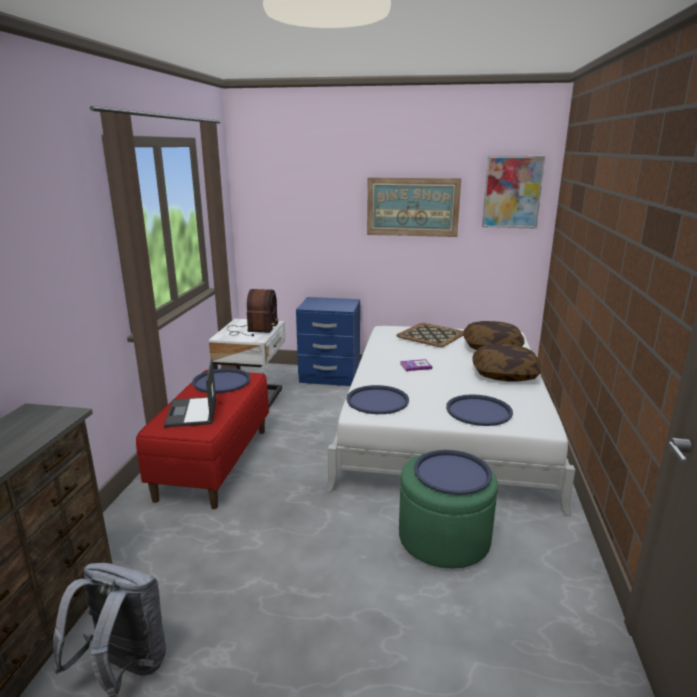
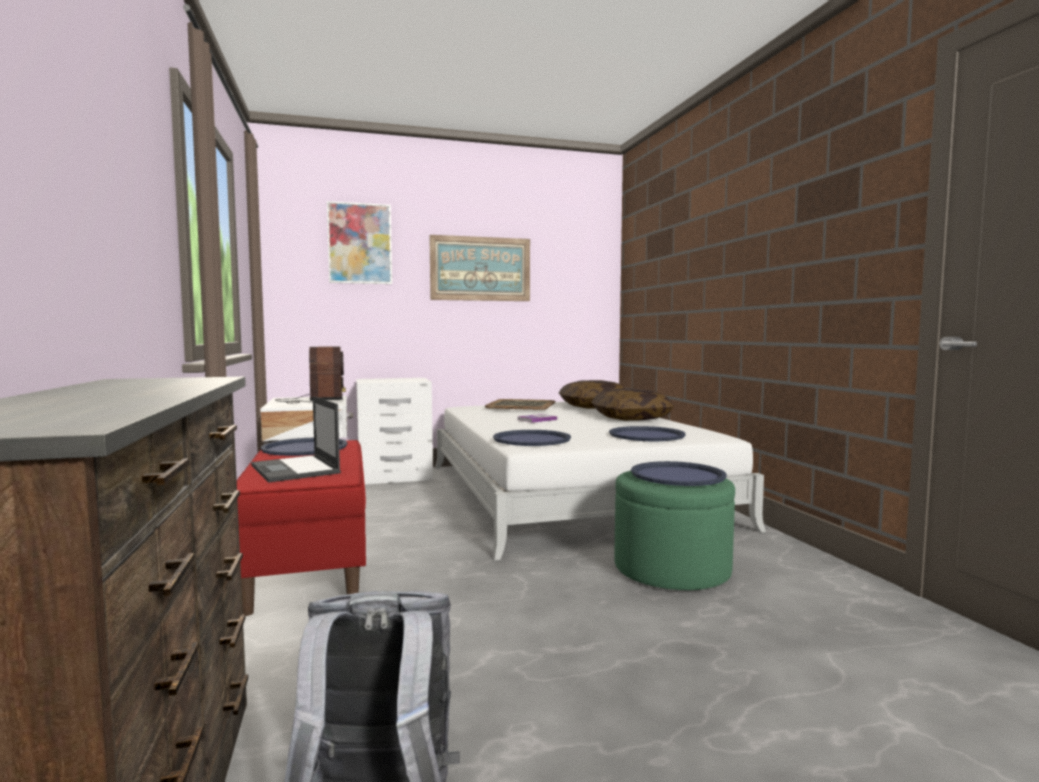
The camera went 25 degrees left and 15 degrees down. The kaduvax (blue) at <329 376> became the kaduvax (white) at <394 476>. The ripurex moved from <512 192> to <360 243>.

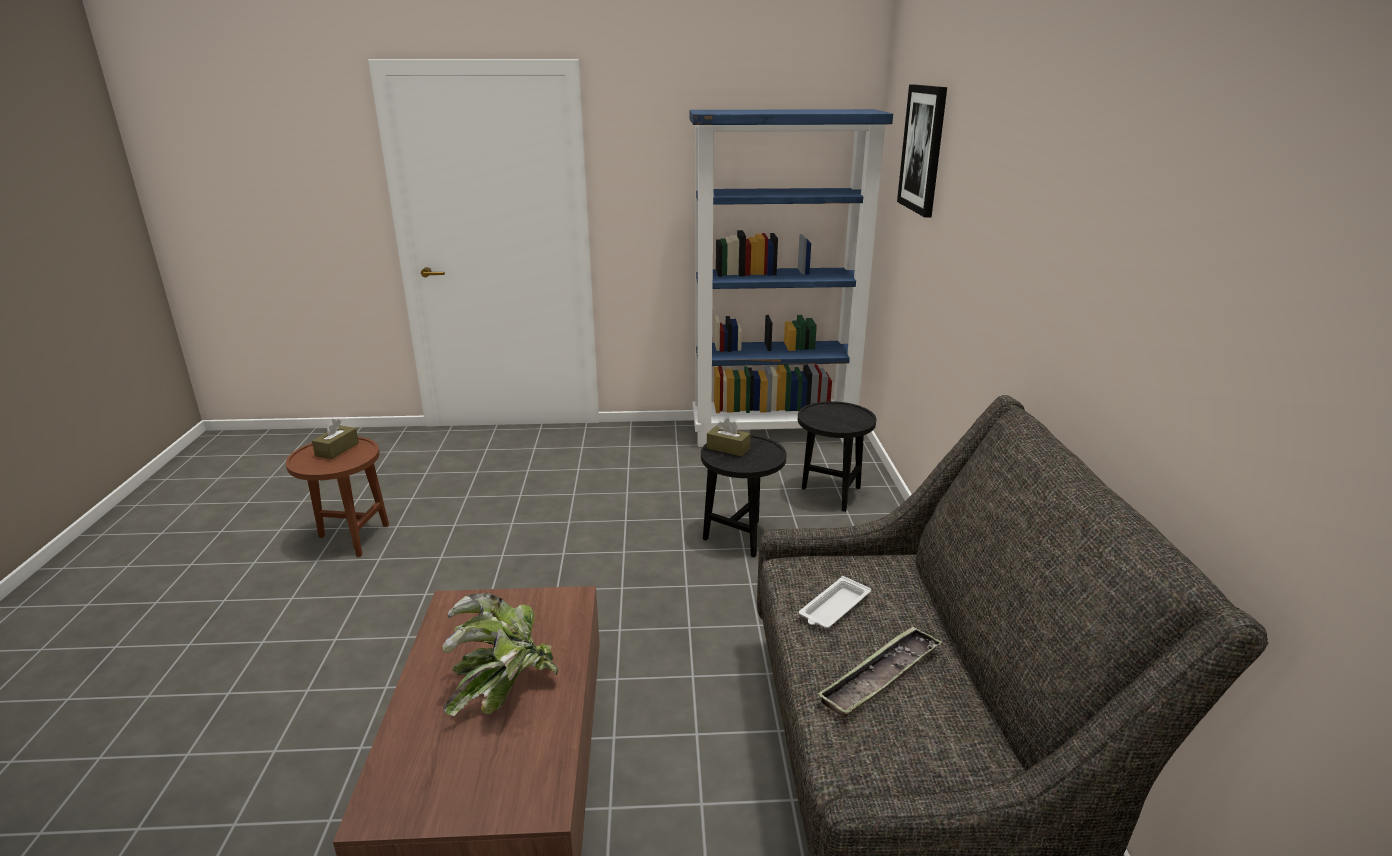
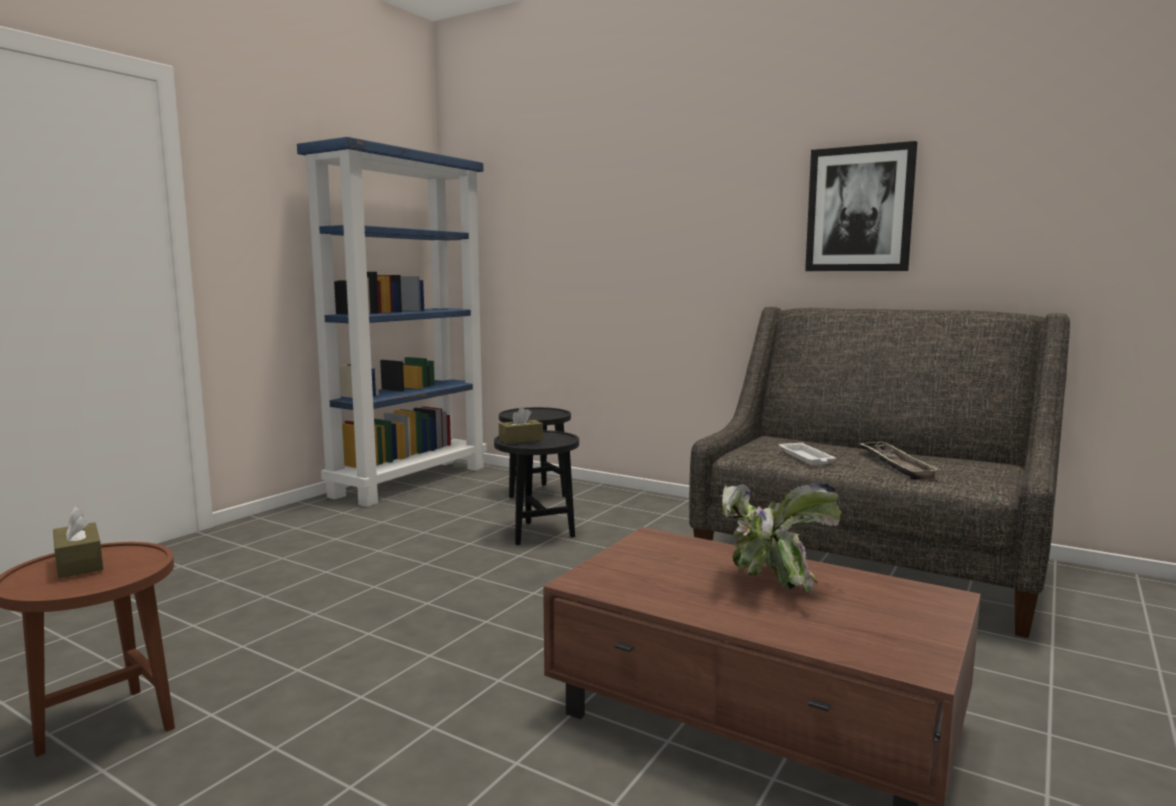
The camera went 55 degrees left and 15 degrees down. The ripurex moved from <923 149> to <859 209>.

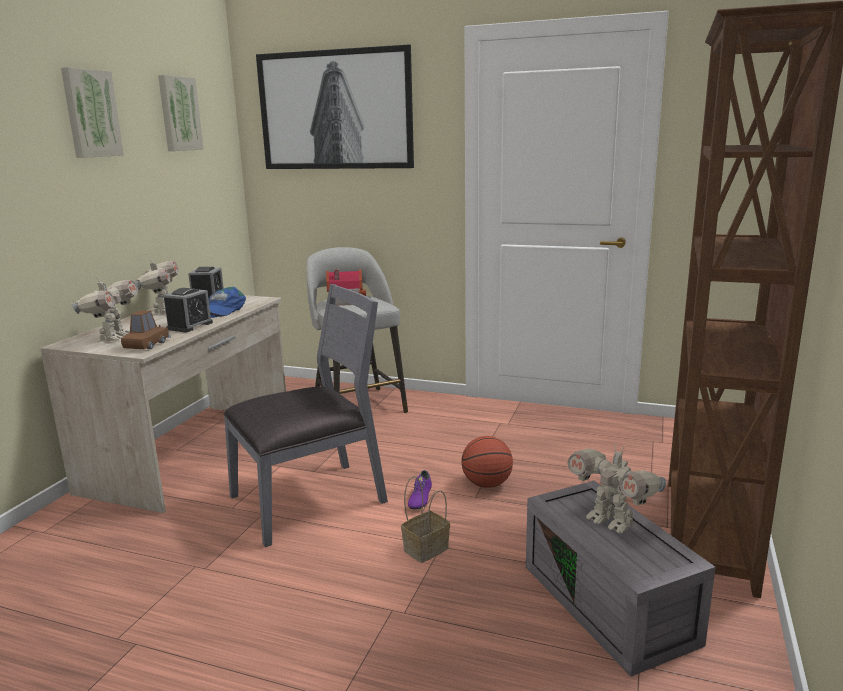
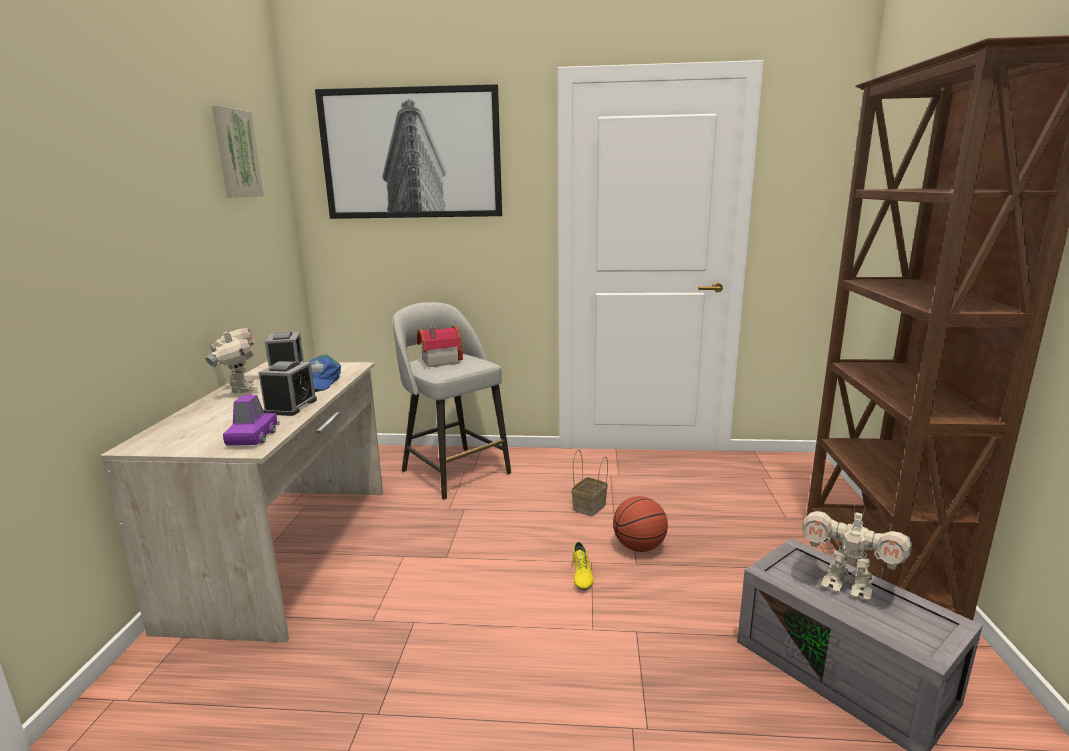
The camera went 15 degrees left and 0 degrees up. The ripurex at <90 113> disappeared. The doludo at <113 337> disappeared. The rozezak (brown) at <147 345> became the rozezak (purple) at <253 437>. The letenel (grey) at <310 500> disappeared. The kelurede moved from <425 550> to <589 507>. The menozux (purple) at <420 499> became the menozux (yellow) at <581 575>.

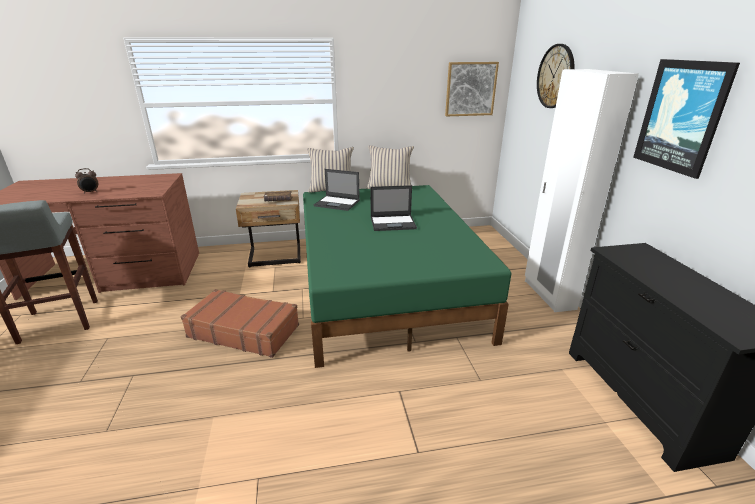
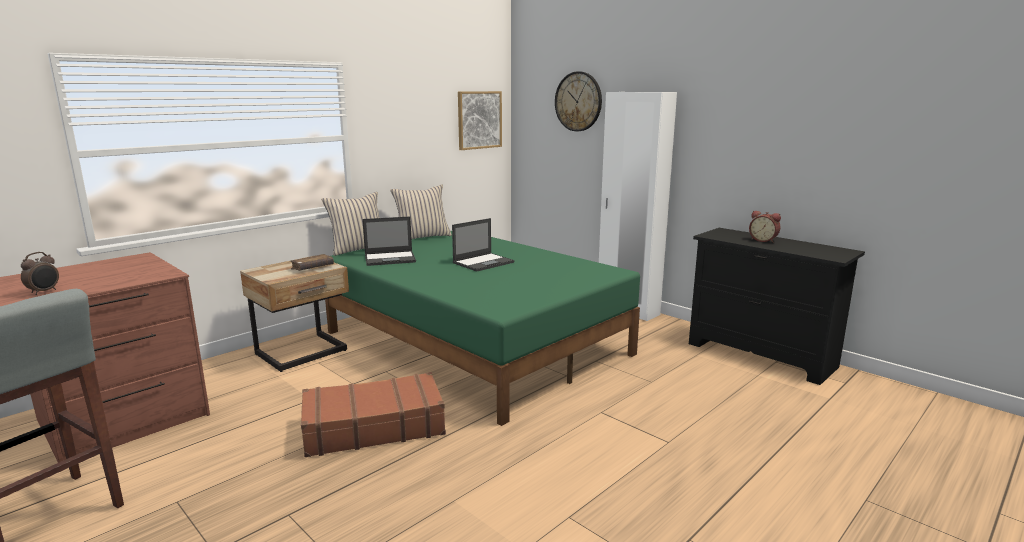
The camera went 35 degrees left and 10 degrees down. The ripurex at <681 116> disappeared. The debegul at <763 240> appeared.

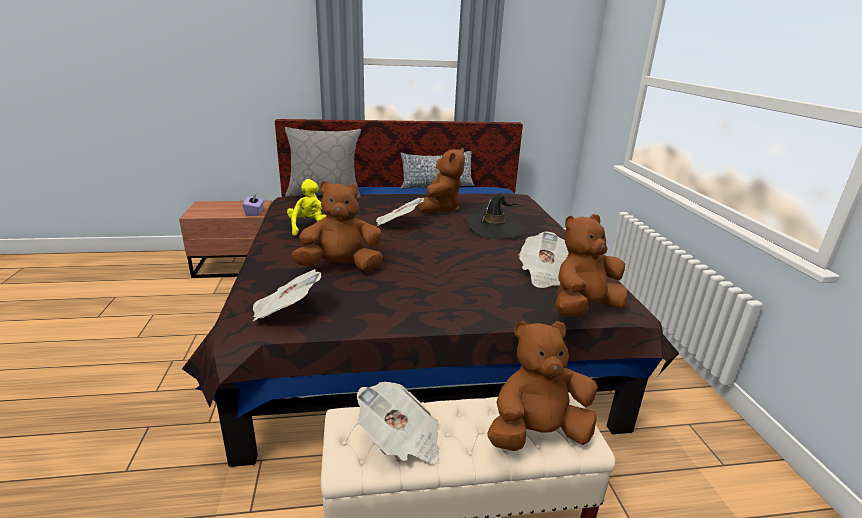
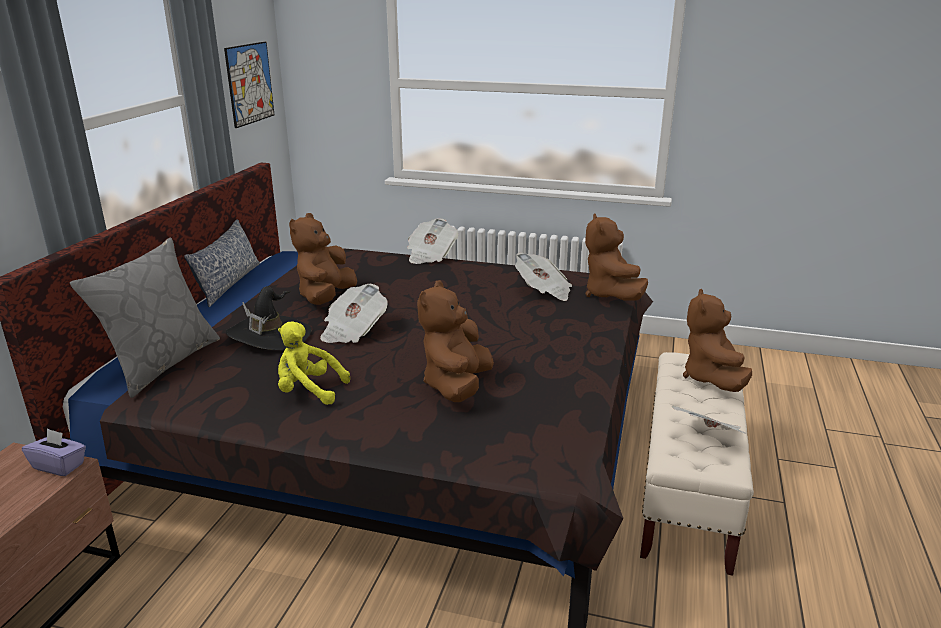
The camera went 65 degrees left and 0 degrees up. The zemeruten moved from <285 311> to <430 255>. The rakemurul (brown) at <440 208> turned 120 degrees counterclockwise. The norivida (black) moved from <495 229> to <270 336>. The ripurex at <250 83> appeared.

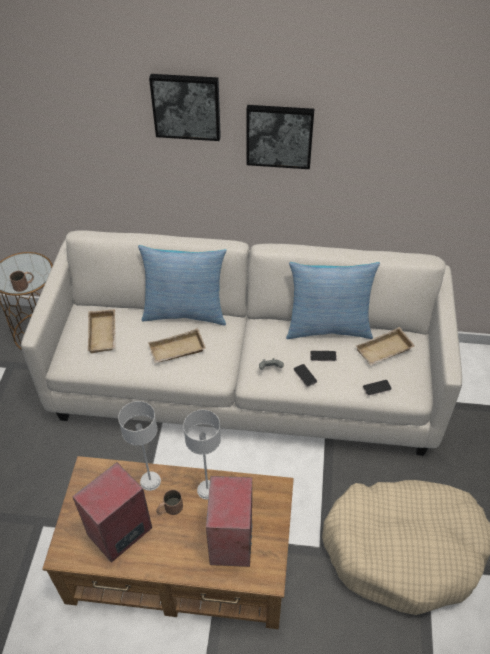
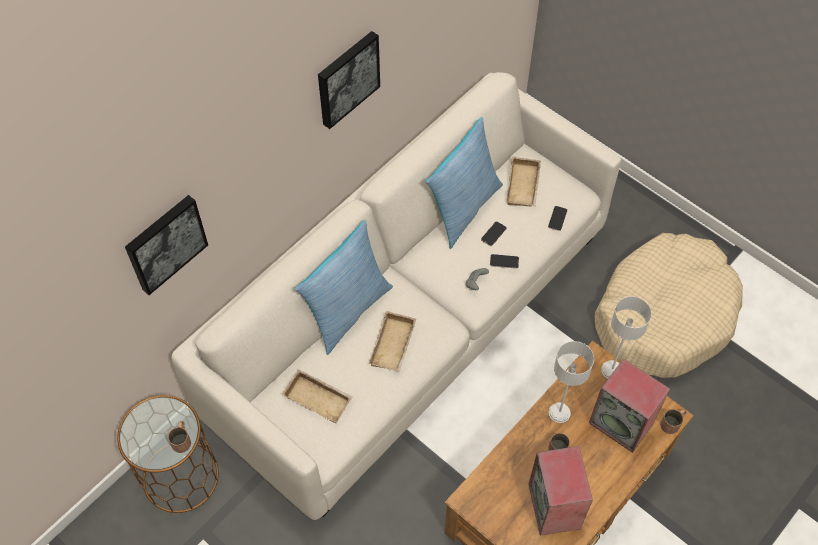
The camera went 55 degrees left and 10 degrees up. The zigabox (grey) moved from <150 481> to <611 370>. The ripurex moved from <186 106> to <165 243>. The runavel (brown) at <673 422> appeared.

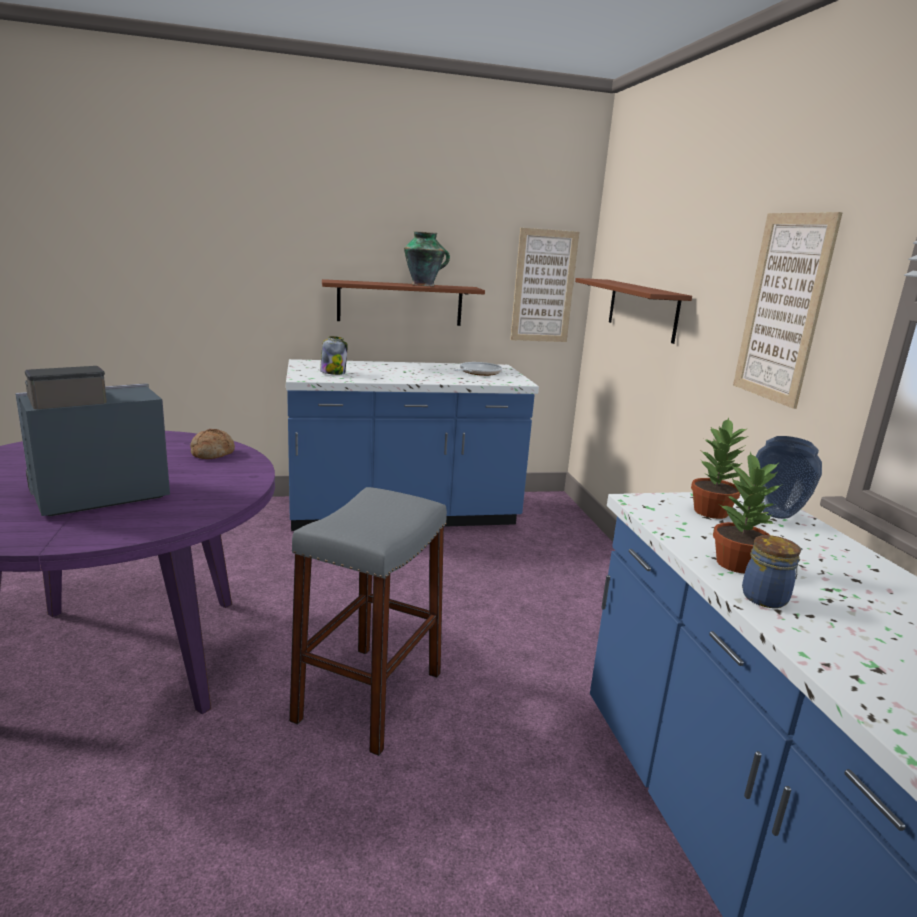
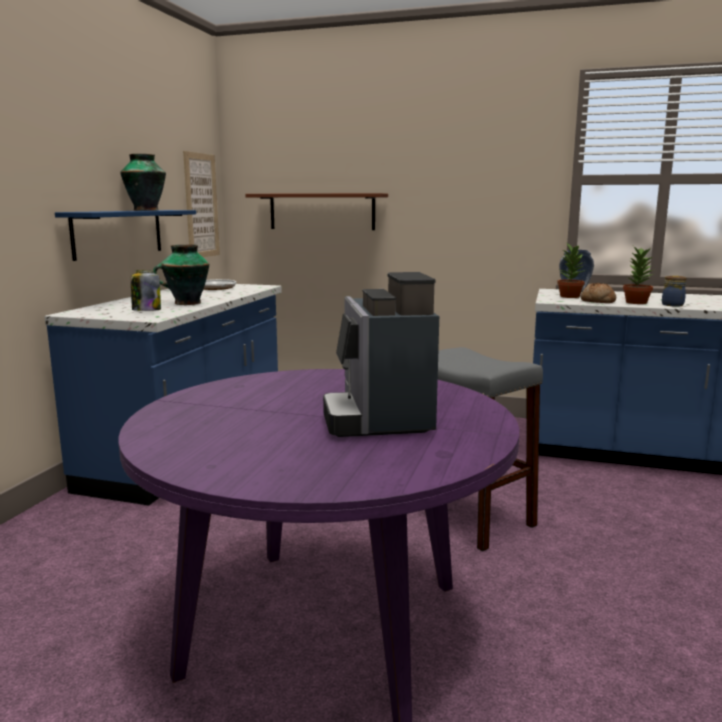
The camera went 60 degrees left and 5 degrees down. The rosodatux moved from <212 453> to <597 301>. The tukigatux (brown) at <400 303> became the tukigatux (blue) at <118 233>. The ripurex at <783 308> disappeared. The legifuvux at <186 303> appeared.

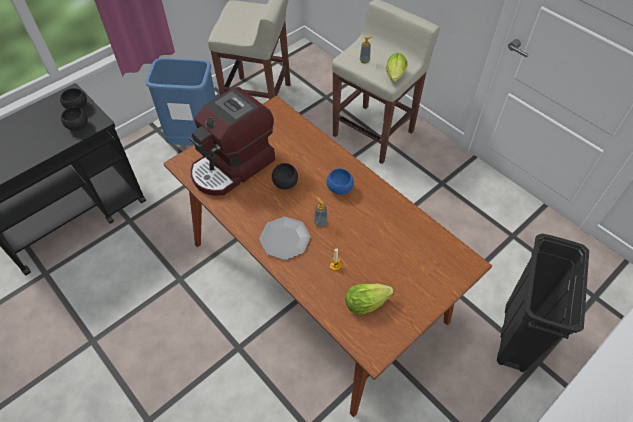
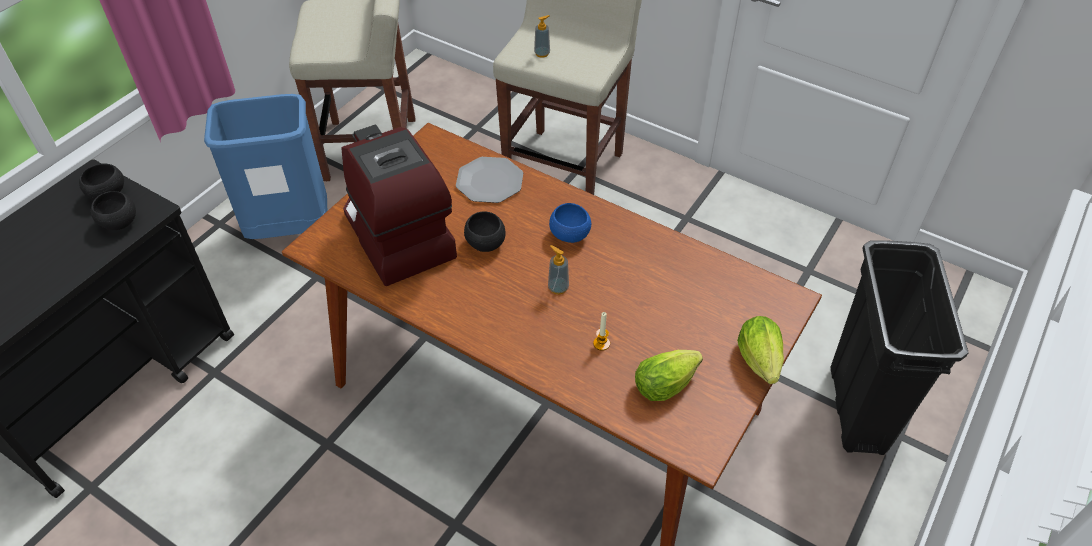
The camera went 15 degrees left and 5 degrees down. The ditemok at <233 167> turned 120 degrees clockwise. The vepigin moved from <285 239> to <490 181>. The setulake moved from <395 77> to <760 364>.

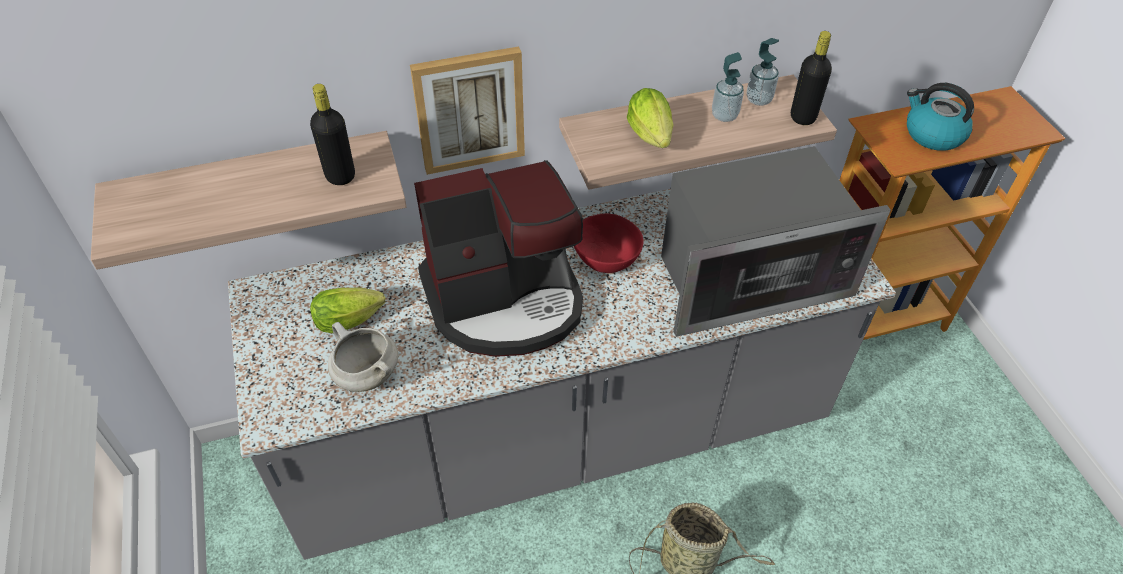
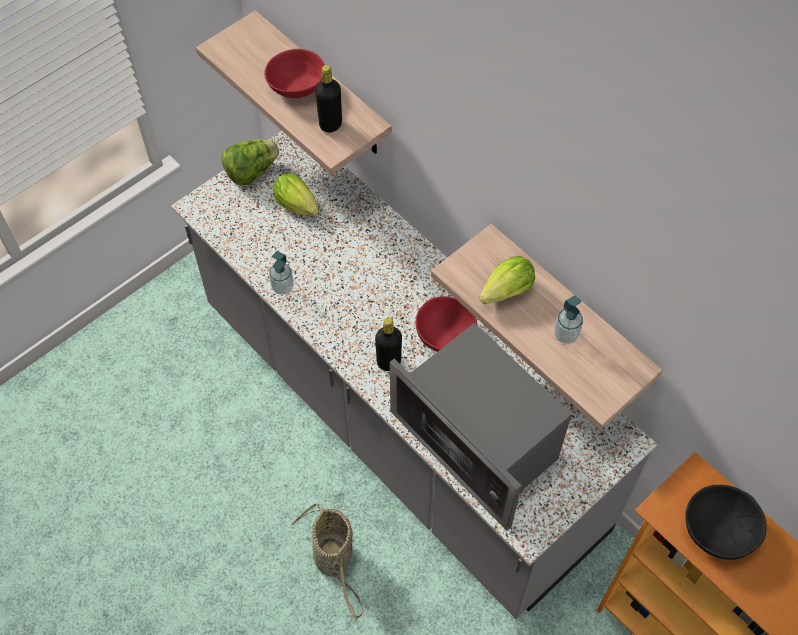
The camera went 65 degrees right and 10 degrees up. The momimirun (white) at <366 375> disappeared. The ripurex at <469 110> disappeared. The ditemok at <505 300> disappeared. The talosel moved from <758 99> to <282 287>. The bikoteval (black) moved from <803 117> to <388 362>. The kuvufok at <932 134> was replaced by the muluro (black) at <718 531>. The setulake at <251 172> appeared. The muluro (red) at <298 87> appeared.

